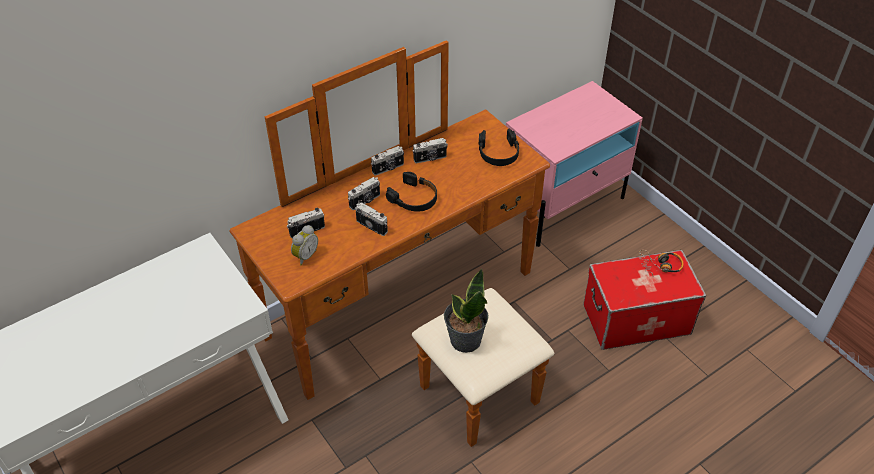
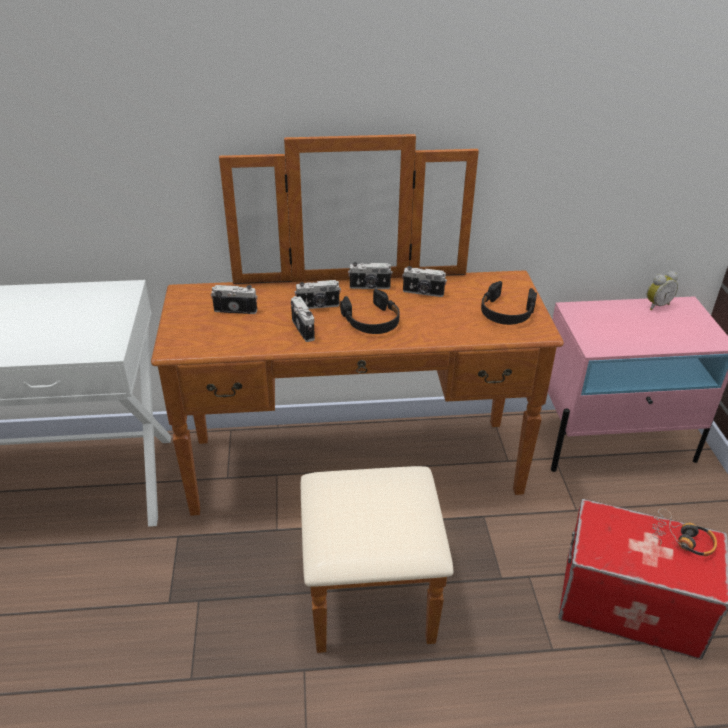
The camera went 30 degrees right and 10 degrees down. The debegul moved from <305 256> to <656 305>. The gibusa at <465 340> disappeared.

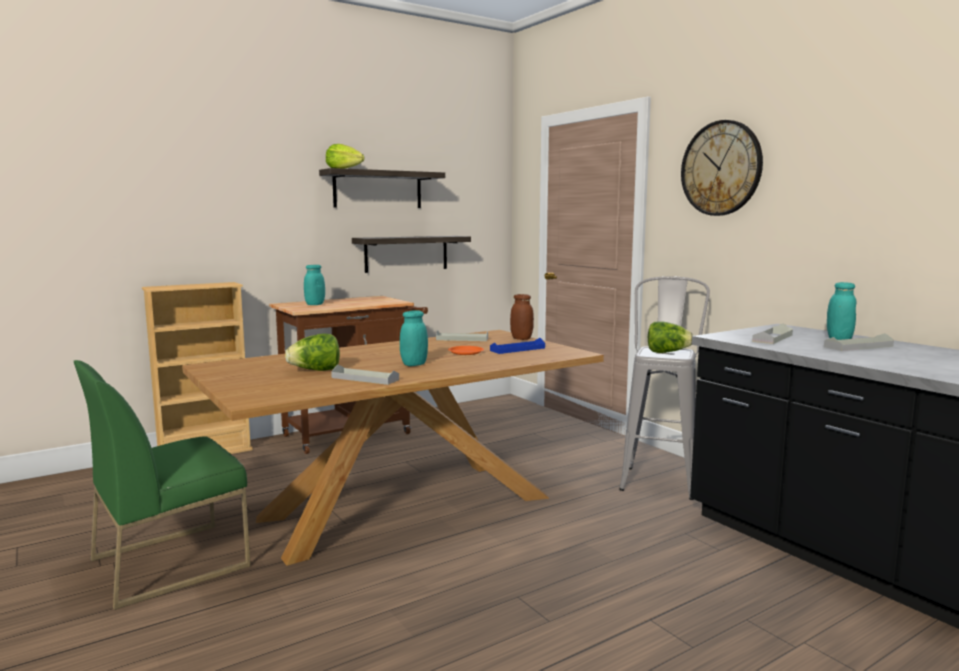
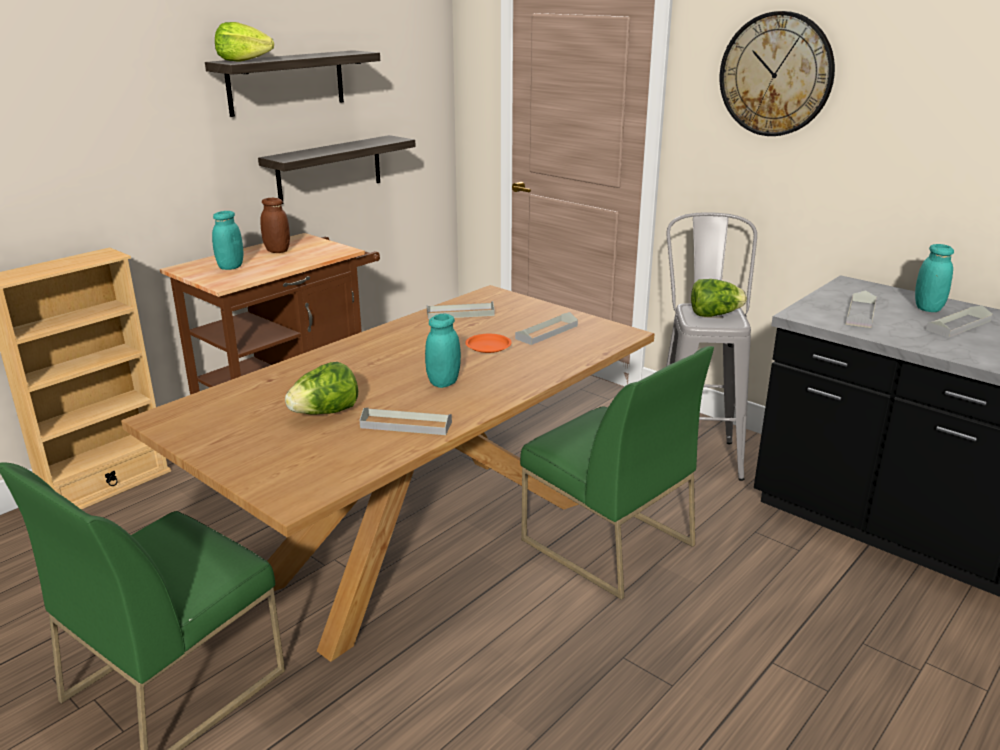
The camera went 15 degrees left and 15 degrees up. The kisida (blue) at <517 349> became the kisida (grey) at <546 332>. The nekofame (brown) moved from <521 338> to <277 251>. The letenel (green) at <605 542> appeared.

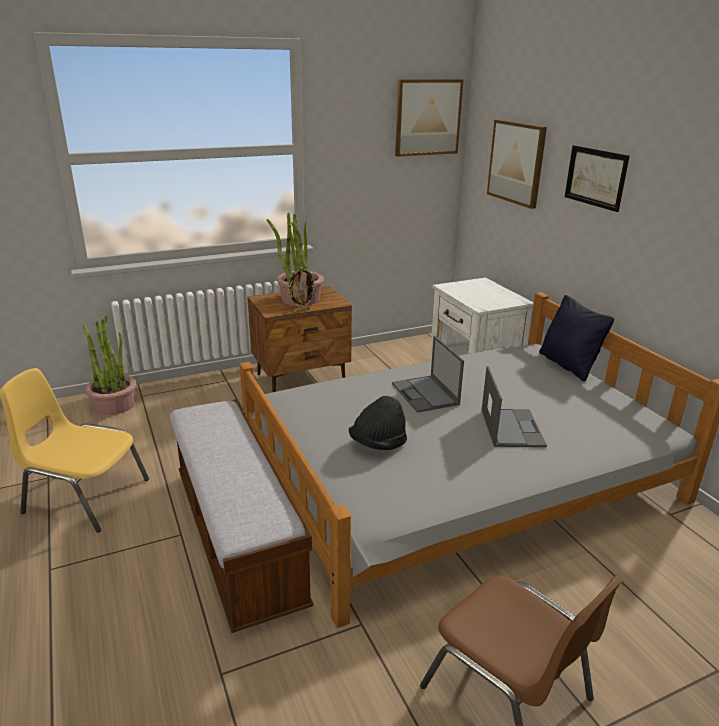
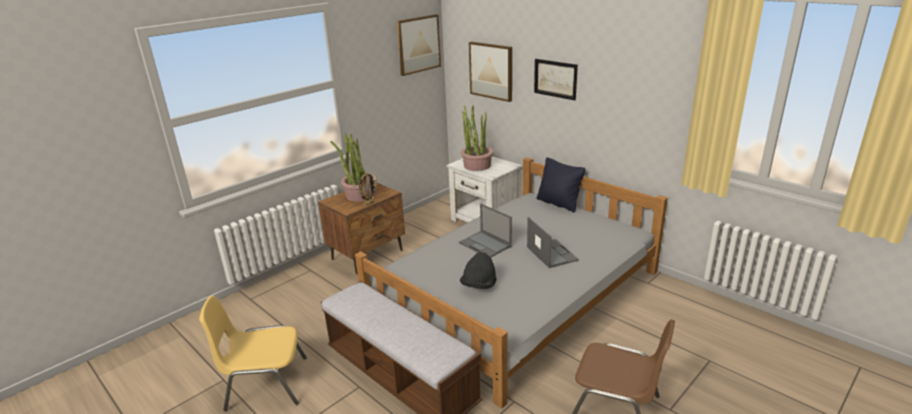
The camera went 20 degrees left and 0 degrees up. The gibusa moved from <114 404> to <477 165>.

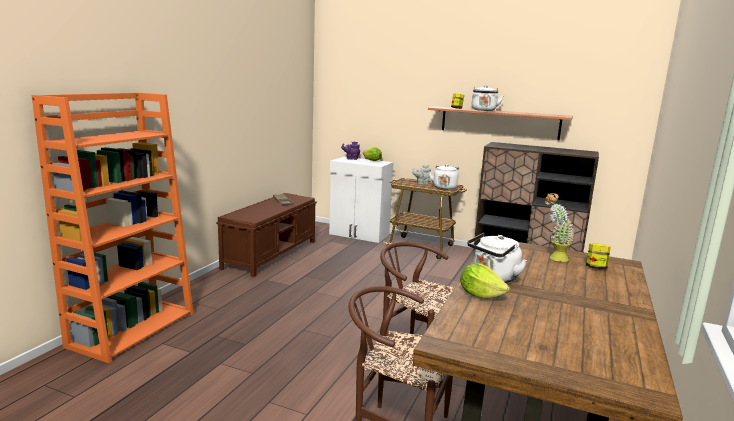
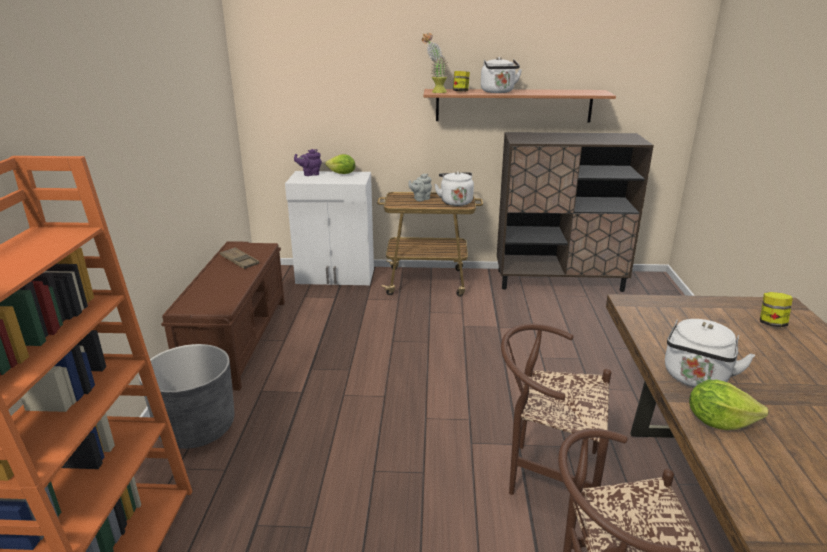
The camera went 20 degrees left and 10 degrees up. The gibusa moved from <553 257> to <435 92>. The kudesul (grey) at <197 428> appeared.

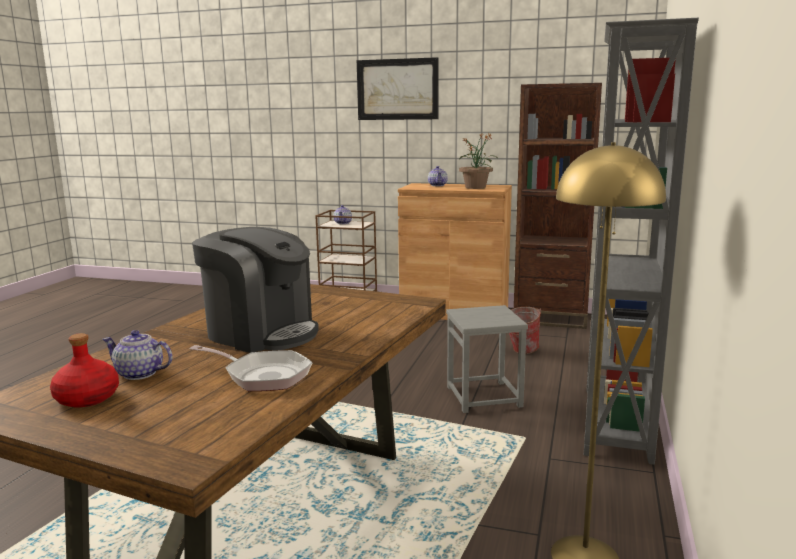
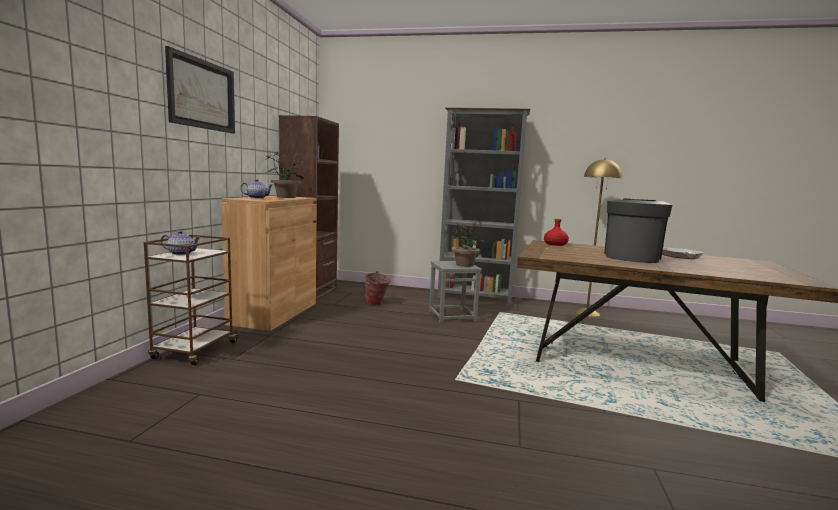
The camera went 95 degrees left and 5 degrees down. The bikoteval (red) moved from <87 398> to <555 244>. The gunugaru at <140 374> disappeared. The gibusa at <465 265> appeared.

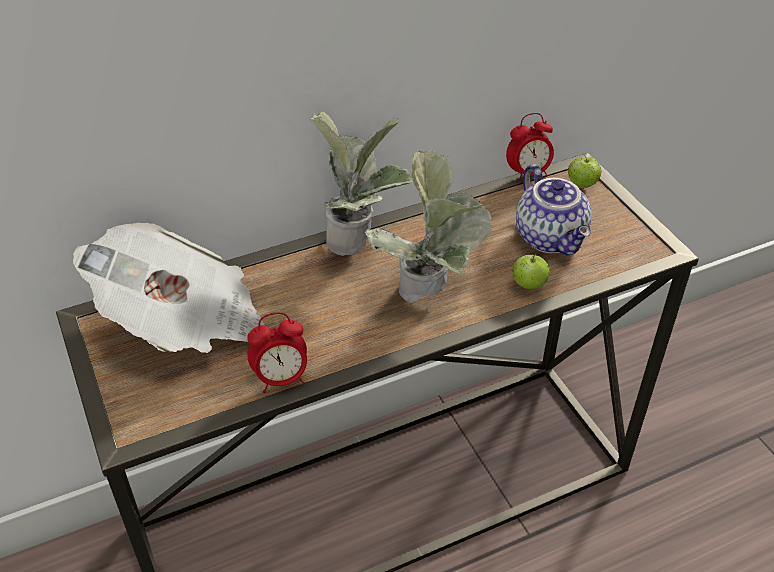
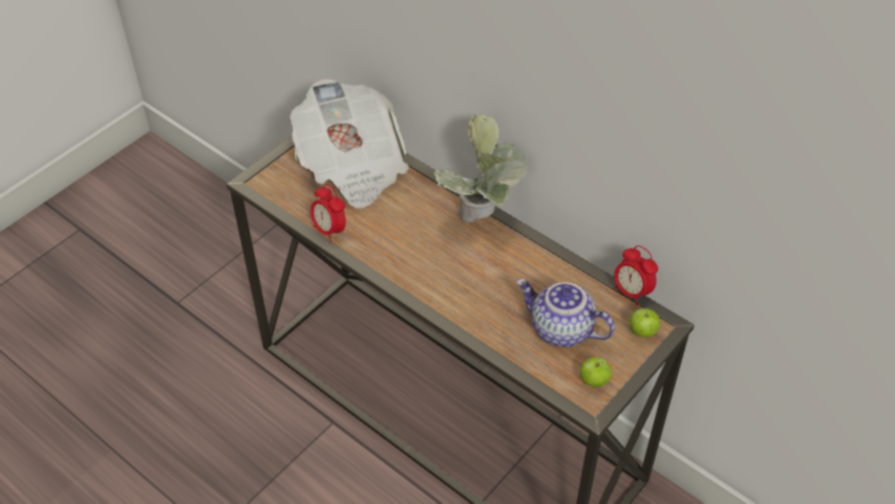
The camera went 65 degrees right and 5 degrees up. The gibusa at <430 298> disappeared. The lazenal moved from <528 285> to <594 380>. The gunugaru at <551 238> turned 75 degrees clockwise.

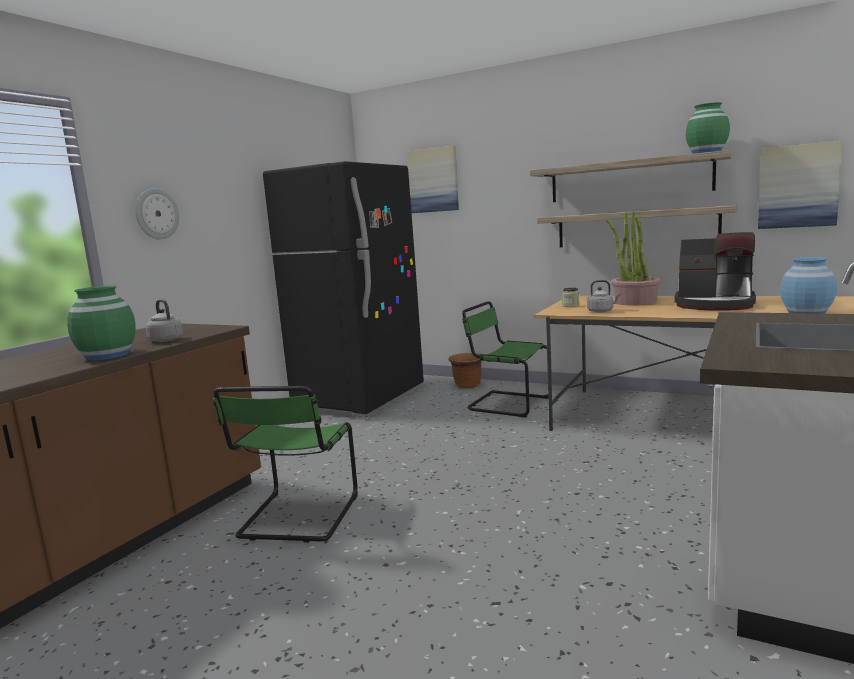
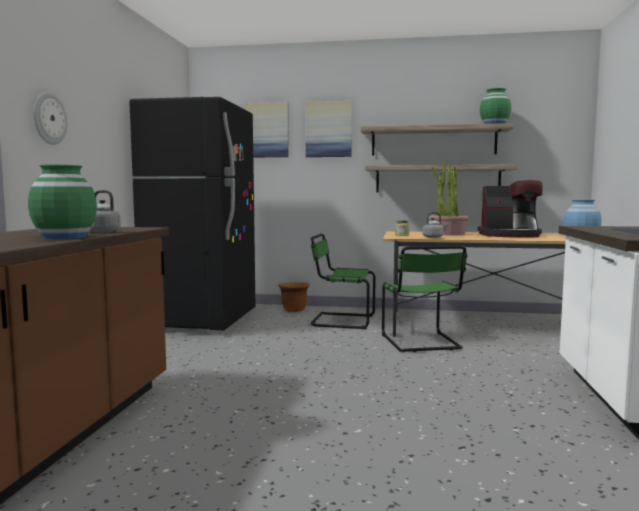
The camera went 20 degrees left and 5 degrees down. The letenel (green) moved from <297 518> to <421 343>. The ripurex moved from <798 186> to <328 129>.

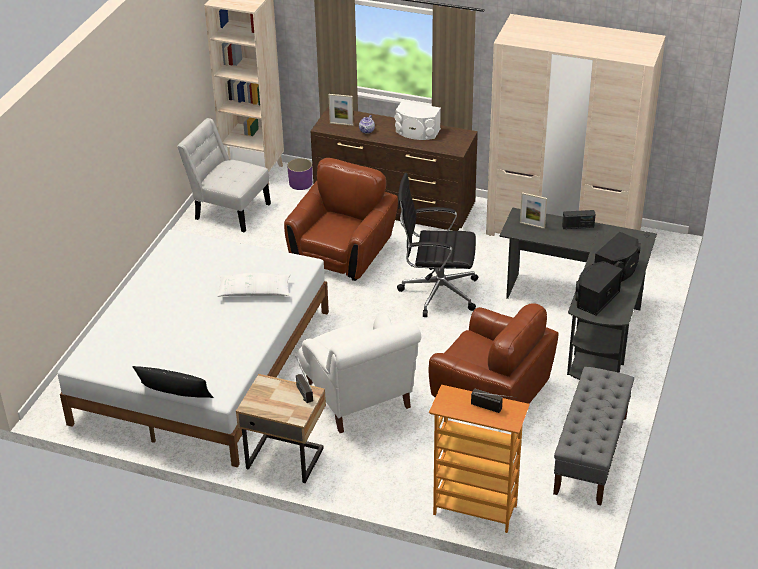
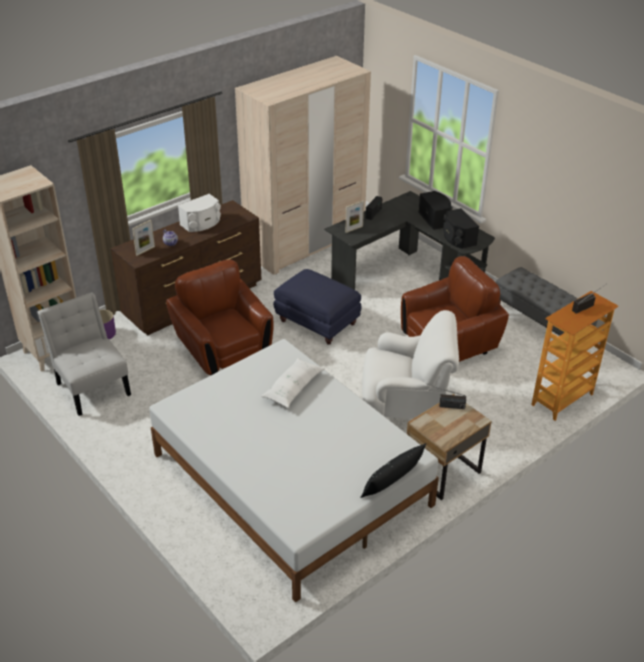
The camera went 60 degrees left and 0 degrees up. The letenel (white) at <229 210> turned 90 degrees clockwise. The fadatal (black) at <437 292> was replaced by the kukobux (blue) at <316 322>.

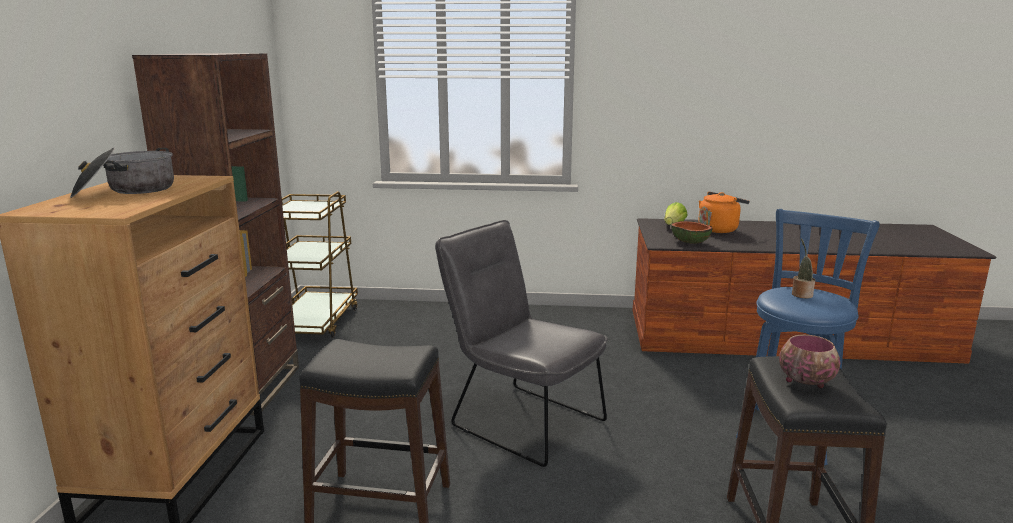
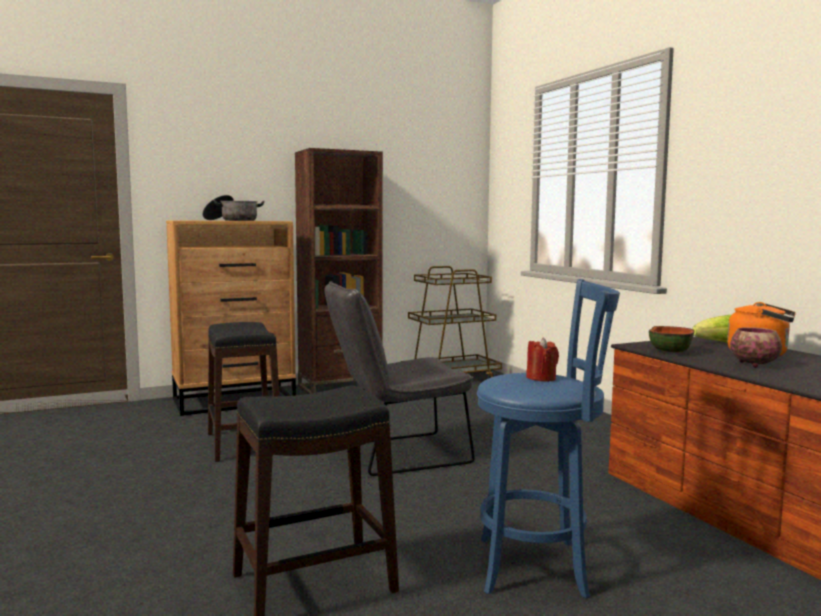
The camera went 60 degrees right and 10 degrees down. The letenel (grey) at <520 420> turned 120 degrees counterclockwise. The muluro moved from <805 381> to <754 365>. The gibusa at <801 294> was replaced by the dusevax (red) at <541 378>.

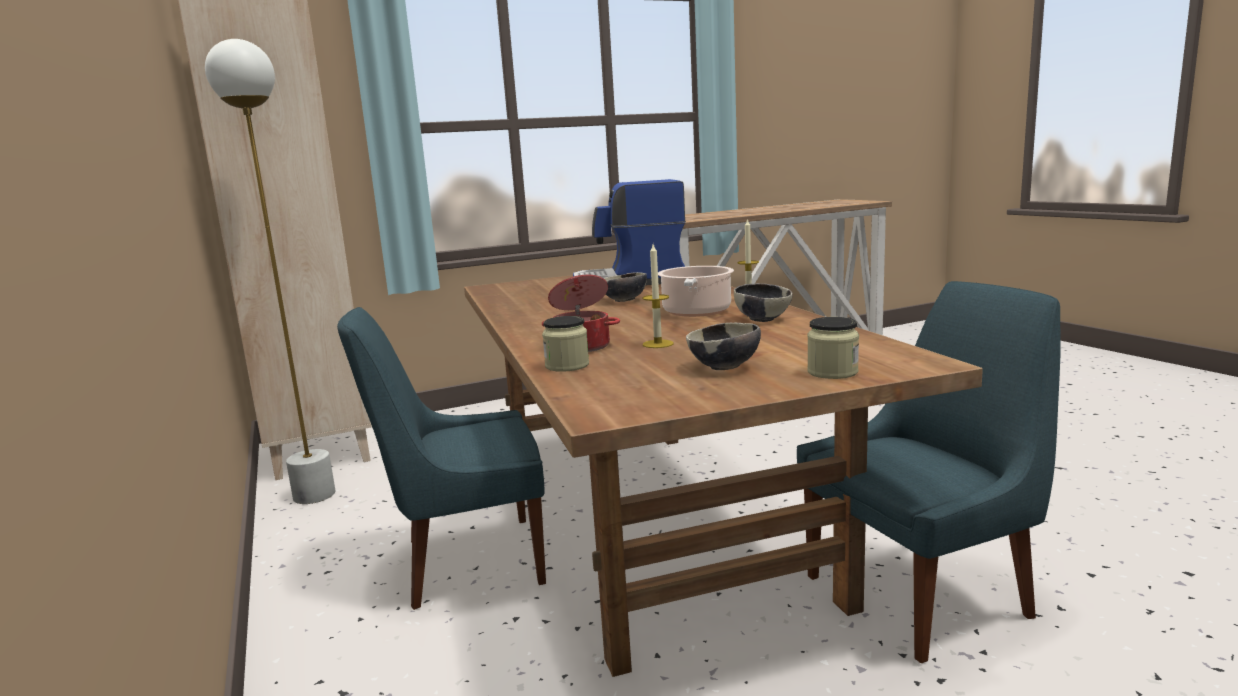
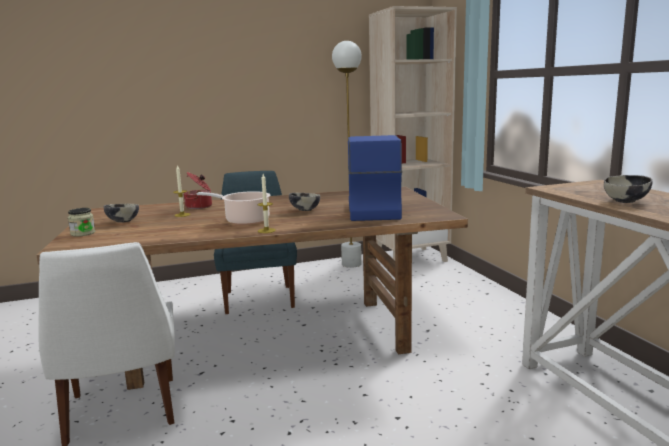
The camera went 95 degrees right and 0 degrees up. The nekofame at <567 366> disappeared. The muluro moved from <763 319> to <626 201>. The letenel (blue) at <922 594> became the letenel (white) at <122 412>.

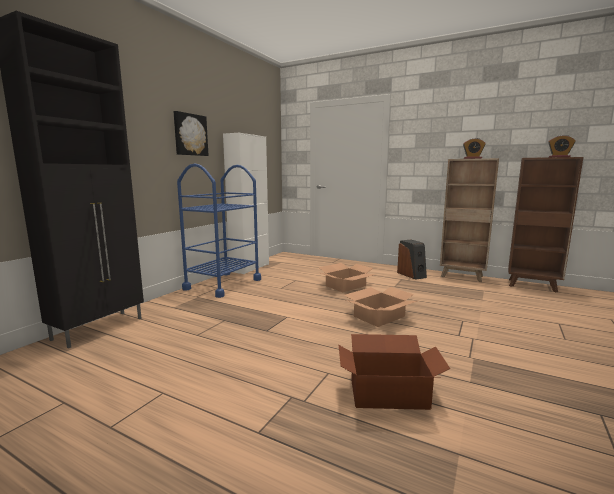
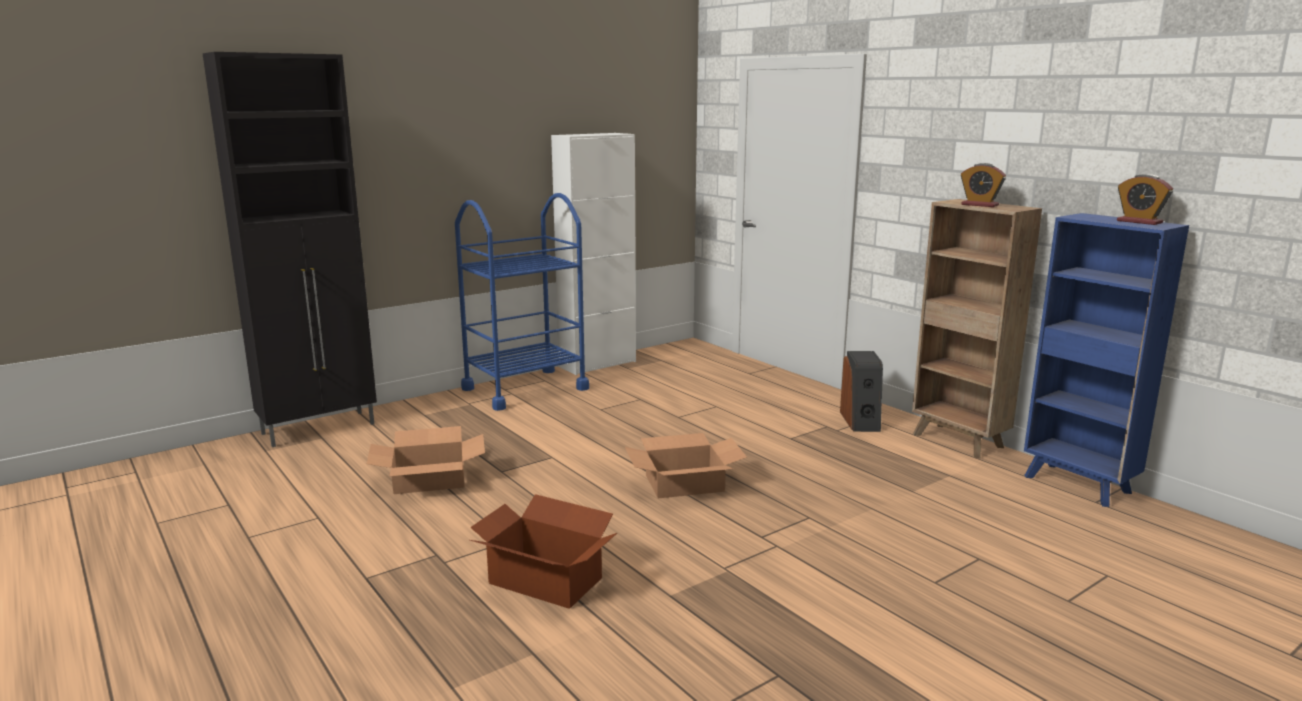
The camera went 25 degrees right and 5 degrees up. The ripurex at <190 134> disappeared. The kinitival moved from <345 286> to <429 479>. The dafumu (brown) at <533 286> became the dafumu (blue) at <1078 485>.

